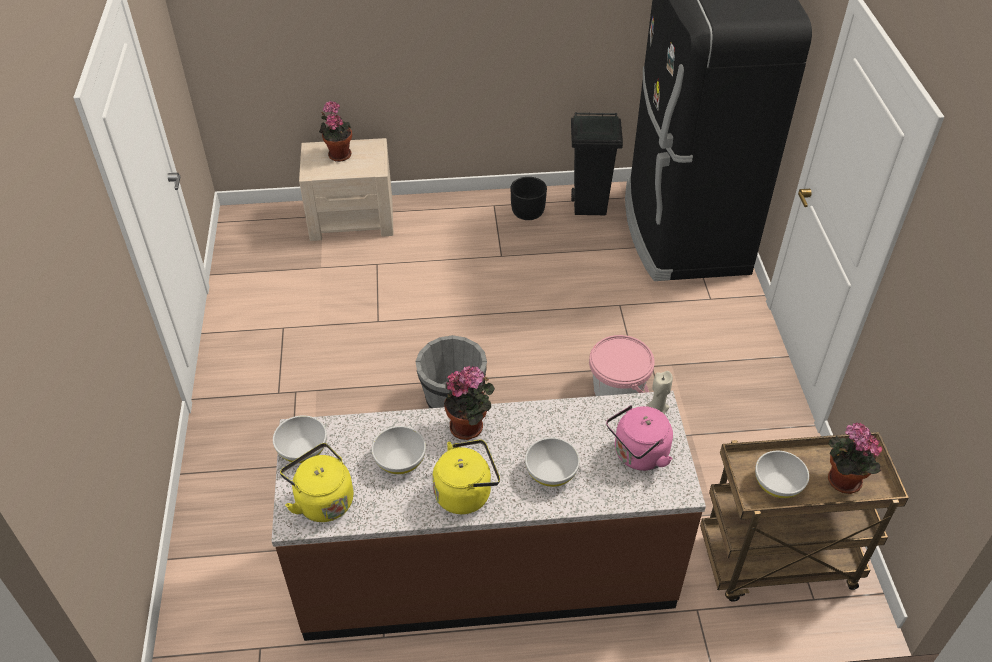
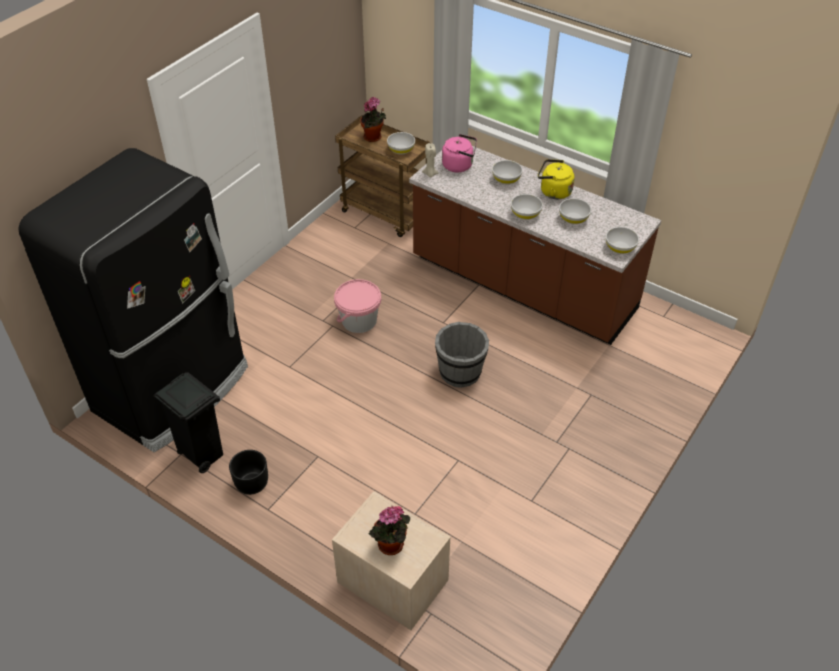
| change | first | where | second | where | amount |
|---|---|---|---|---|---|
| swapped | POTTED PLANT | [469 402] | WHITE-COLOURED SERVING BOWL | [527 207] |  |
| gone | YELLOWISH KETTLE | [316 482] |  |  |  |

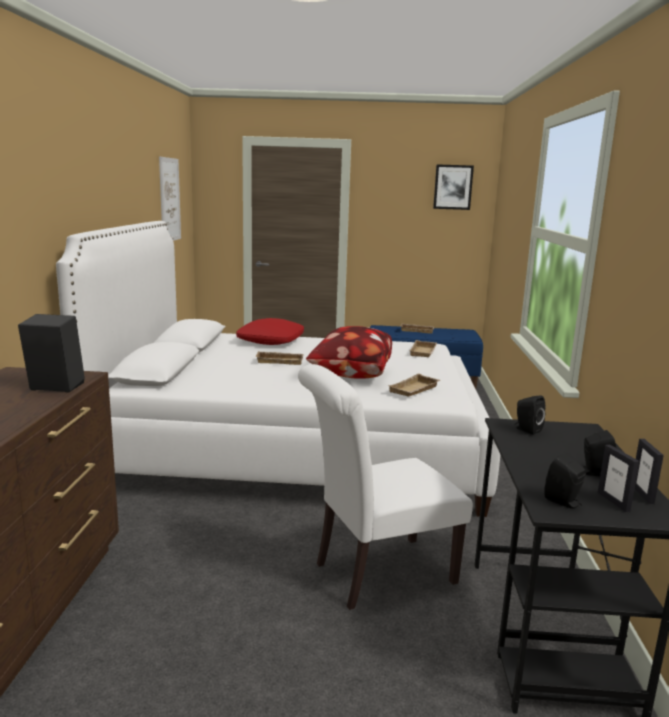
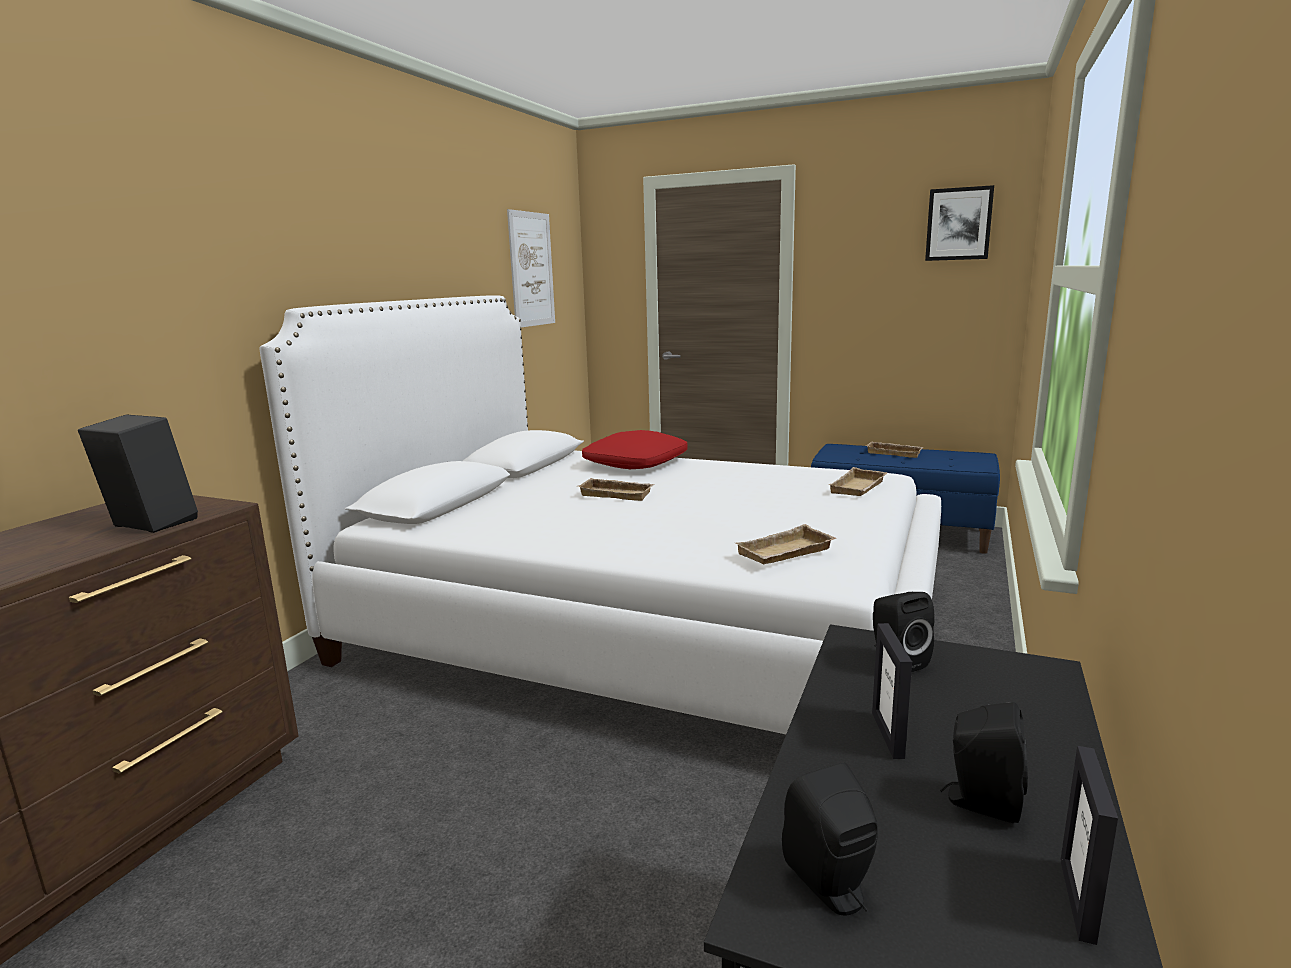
| change | first | where | second | where | amount |
|---|---|---|---|---|---|
| gone | PILLOW | [349 352] |  |  |  |
| gone | WHITE-COLOURED UPRIGHT CHAIR | [385 487] |  |  |  |
| shifted | PICTURE FRAME | [618 478] |  | [892 691] |  |

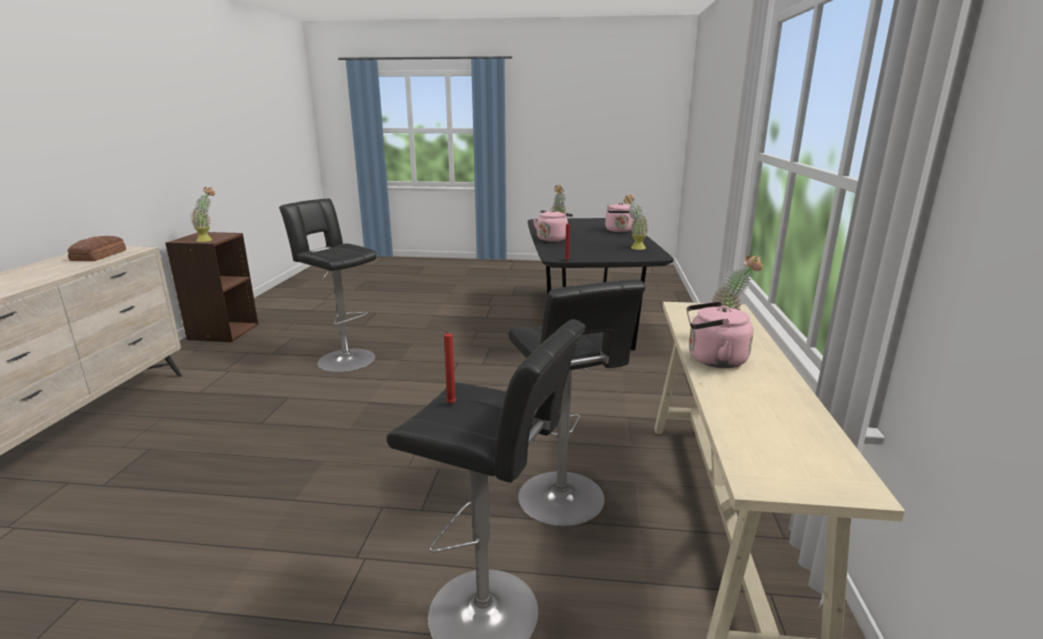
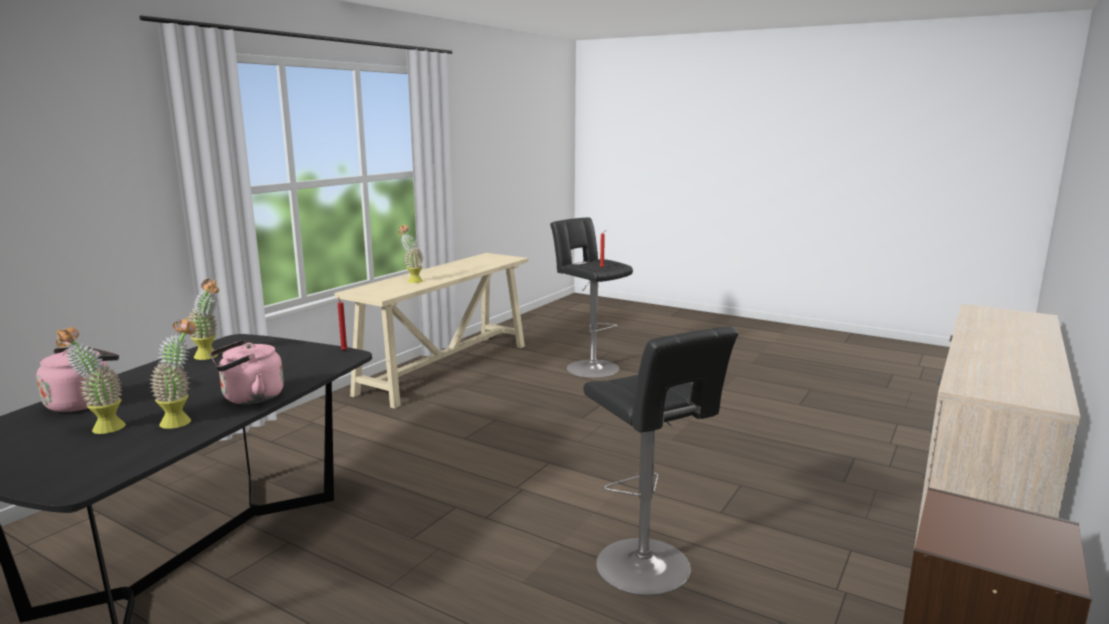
| change | first | where | second | where | amount |
|---|---|---|---|---|---|
| shifted | POTTED PLANT | [203 214] |  | [91 380] |  |
| gone | BREAD | [97 248] |  |  |  |
| gone | BLACK SITTING STOOL | [577 403] |  |  |  |
| gone | PINK KETTLE | [720 334] |  |  |  |

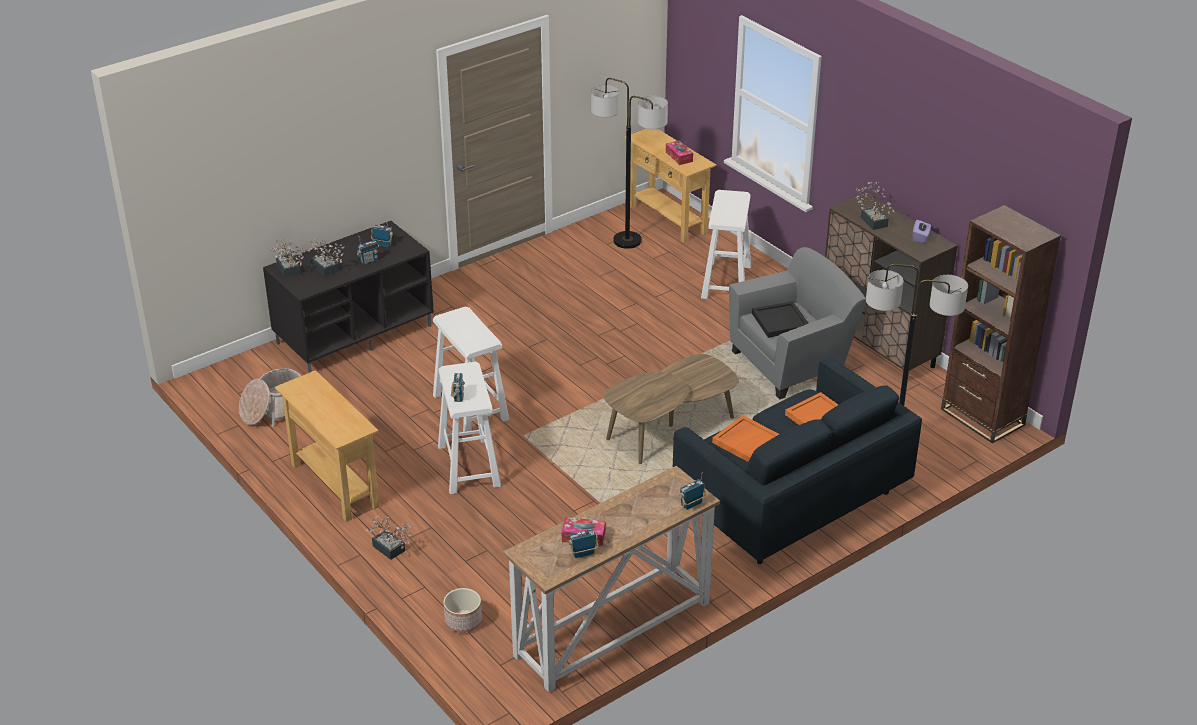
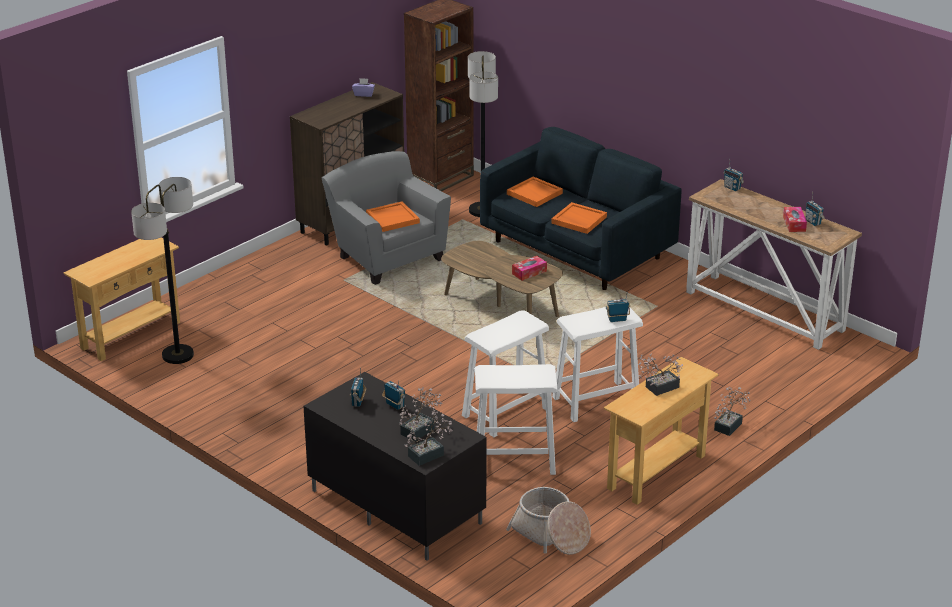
| change | first | where | second | where | amount |
|---|---|---|---|---|---|
| shifted | TISSUE HOLDER | [679 153] |  | [529 268] |  |
| shifted | POTTED PLANT | [875 205] |  | [660 375] |  |
| shifted | WHITE-COLOURED SITTING STOOL | [726 244] |  | [516 419] |  |
| repainted | BLACK CARRYING TRAY | [780 319] | ORANGE-COLOURED CARRYING TRAY | [393 216] |  |
| gone | FLOWER POT | [462 610] |  |  |  |

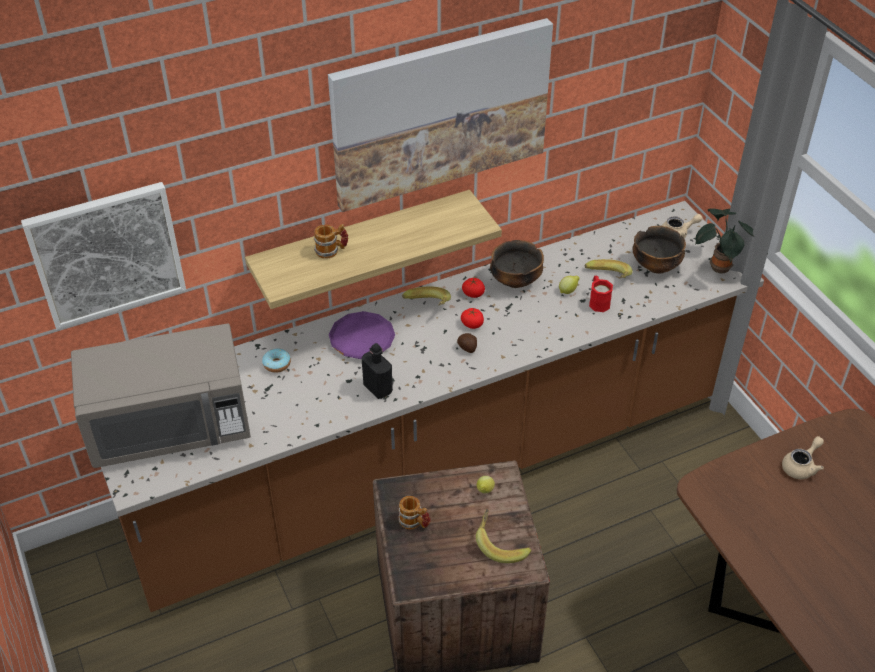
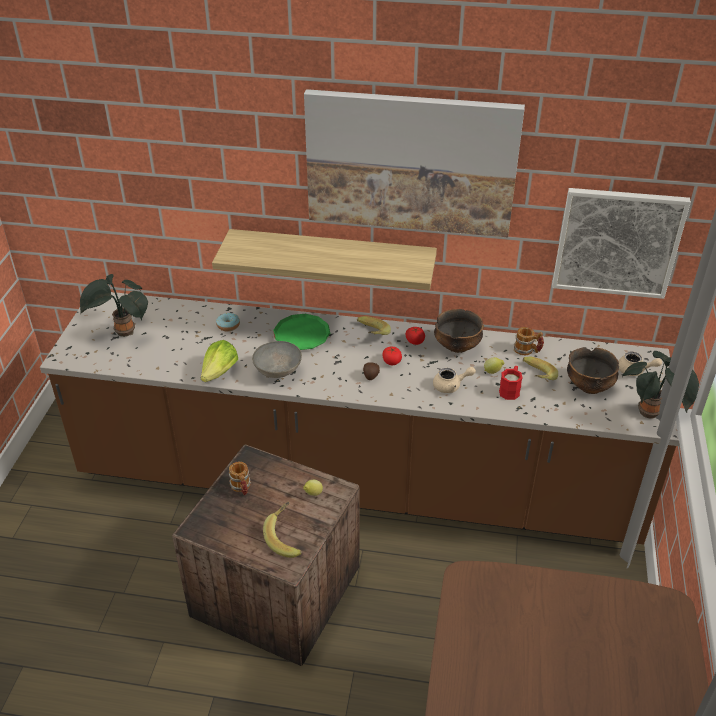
| change | first | where | second | where | amount |
|---|---|---|---|---|---|
| shifted | PICTURE | [103 255] |  | [621 243] |  |
| shifted | COFFEE MUG | [331 241] |  | [529 341] |  |
| repainted | PURPLE-COLOURED DINNER PLATE | [362 335] | GREEN-COLOURED DINNER PLATE | [301 332] |  |
| swapped | GREY KITCHEN MICROWAVE | [161 395] | POTTED PLANT | [114 305] |  |
| swapped | BLACK BOTTLE | [377 371] | GREY SERVING BOWL | [277 359] |  |
| shifted | BEIGE-COLOURED POT FOR TEA | [803 457] |  | [454 380] |  |
| new |  |  | HEAD OF LETTUCE | [219 361] |  |

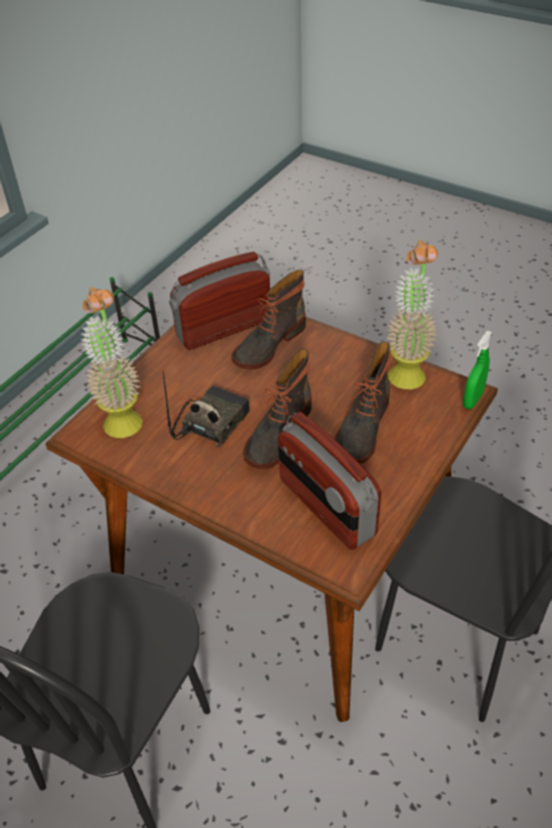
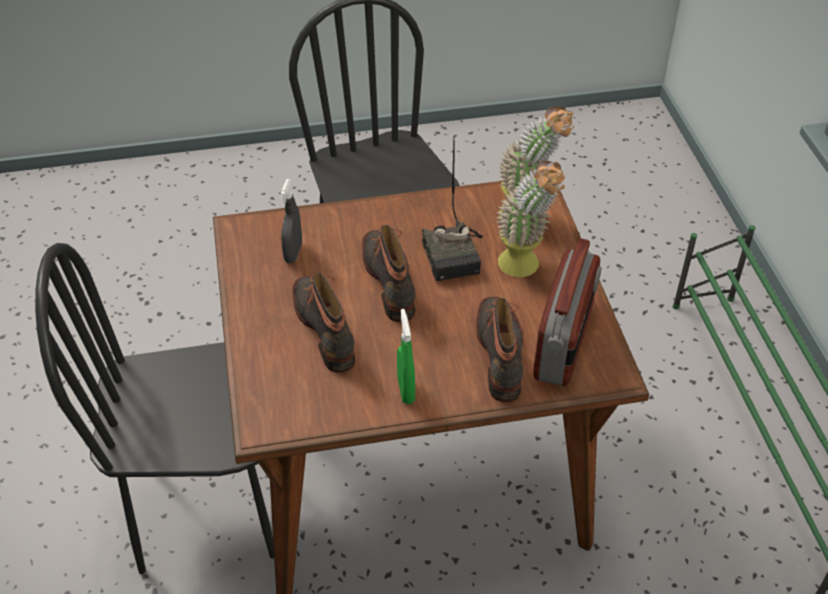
| change | first | where | second | where | amount |
|---|---|---|---|---|---|
| shifted | POTTED PLANT | [412 314] |  | [531 218] |  |
| shifted | GREEN-COLOURED HAND SPRAYER | [477 370] |  | [406 356] |  |
| swapped | RADIO RECEIVER | [329 481] | GREY HAND SPRAYER | [291 221] |  |

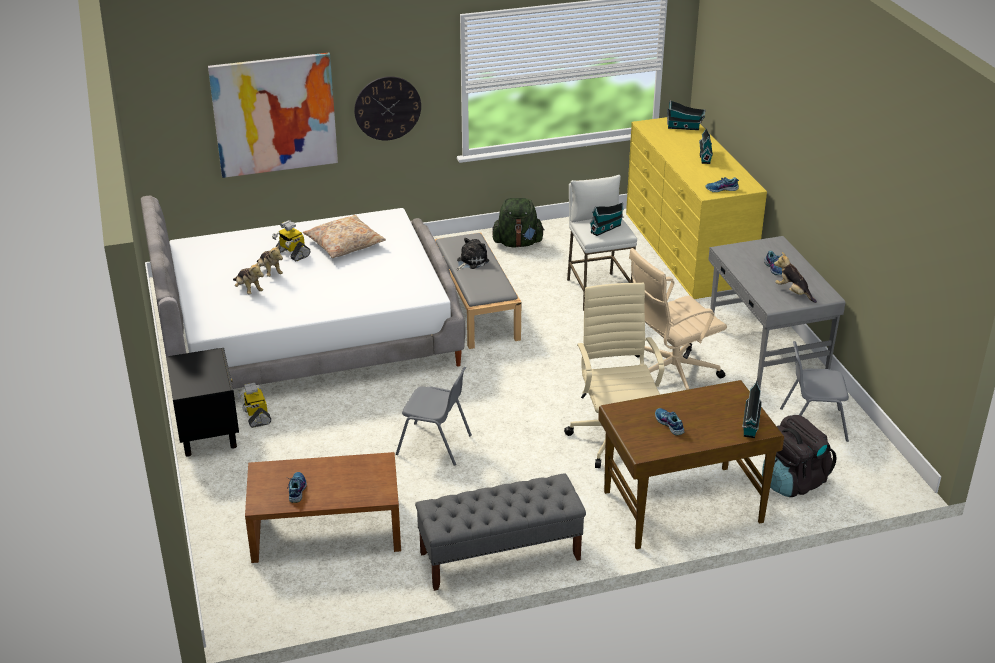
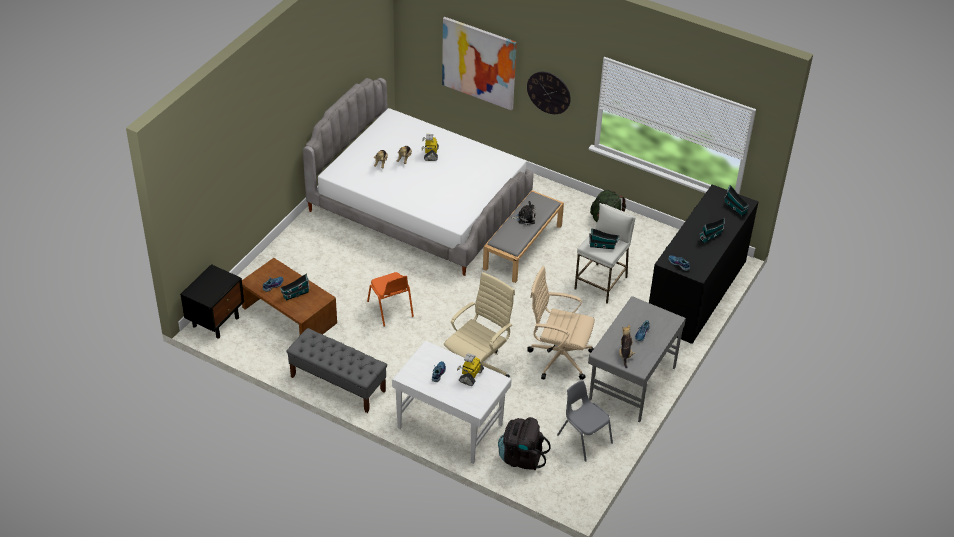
| change | first | where | second | where | amount |
|---|---|---|---|---|---|
| repainted | YELLOWISH CHEST OF DRAWERS | [696 208] | BLACK CHEST OF DRAWERS | [703 264] |  |
| gone | BEIGE-COLOURED PILLOW | [344 236] |  |  |  |
| shifted | BLACK NIGHT TABLE | [202 402] |  | [212 301] |  |
| repainted | GREY UPRIGHT CHAIR | [434 416] | ORANGE-COLOURED UPRIGHT CHAIR | [390 299] |  |
| repainted | BROWN DESK UNIT | [691 464] | WHITE-COLOURED DESK UNIT | [452 402] |  |
| shifted | TOY HOUSE | [752 409] |  | [295 287] |  |
| shifted | ROBOT FIGURE | [254 405] |  | [470 369] |  |

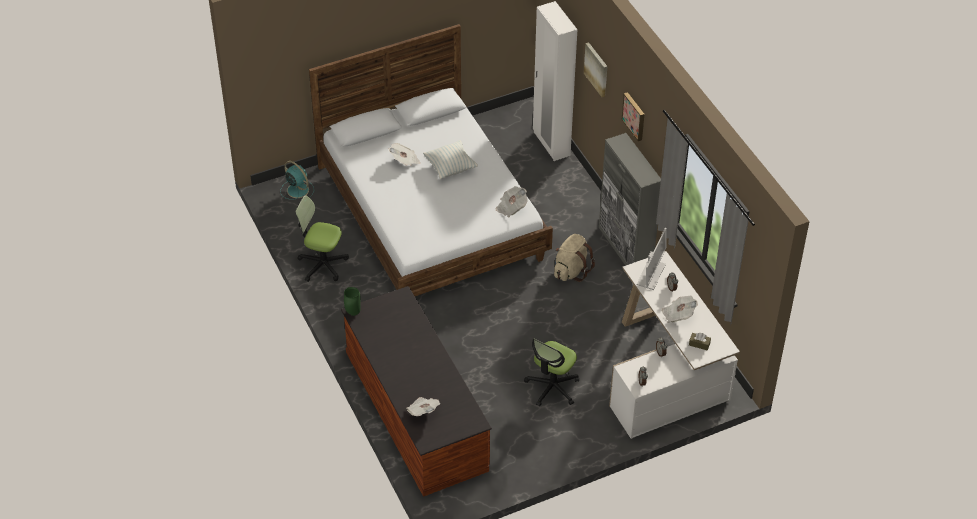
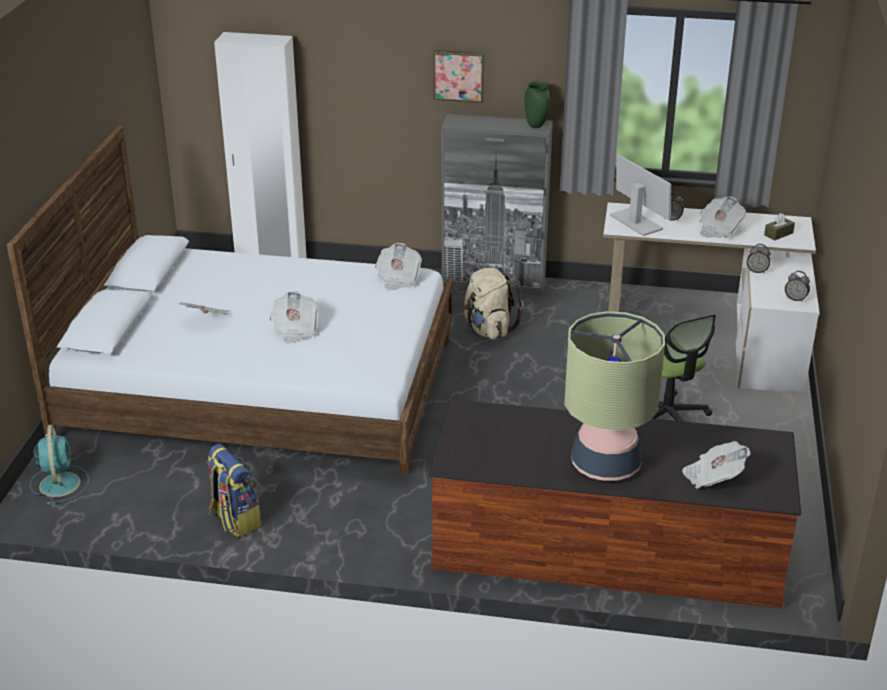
| change | first | where | second | where | amount |
|---|---|---|---|---|---|
| gone | PICTURE | [595 69] |  |  |  |
| gone | PILLOW | [450 159] |  |  |  |
| rotated | TURQUOISE-COLOURED COOLING FAN | [297 180] |  | [59 465] | 90 degrees clockwise |
| swapped | OFFICE CHAIR | [322 238] | RUCKSACK | [233 490] |  |
| shifted | GREEN-COLOURED DECORATIVE VASE | [352 301] |  | [537 105] |  |
| new |  |  | PRINTED PAPER | [294 317] |  |
| new |  |  | TABLETOP LAMP | [614 396] |  |

